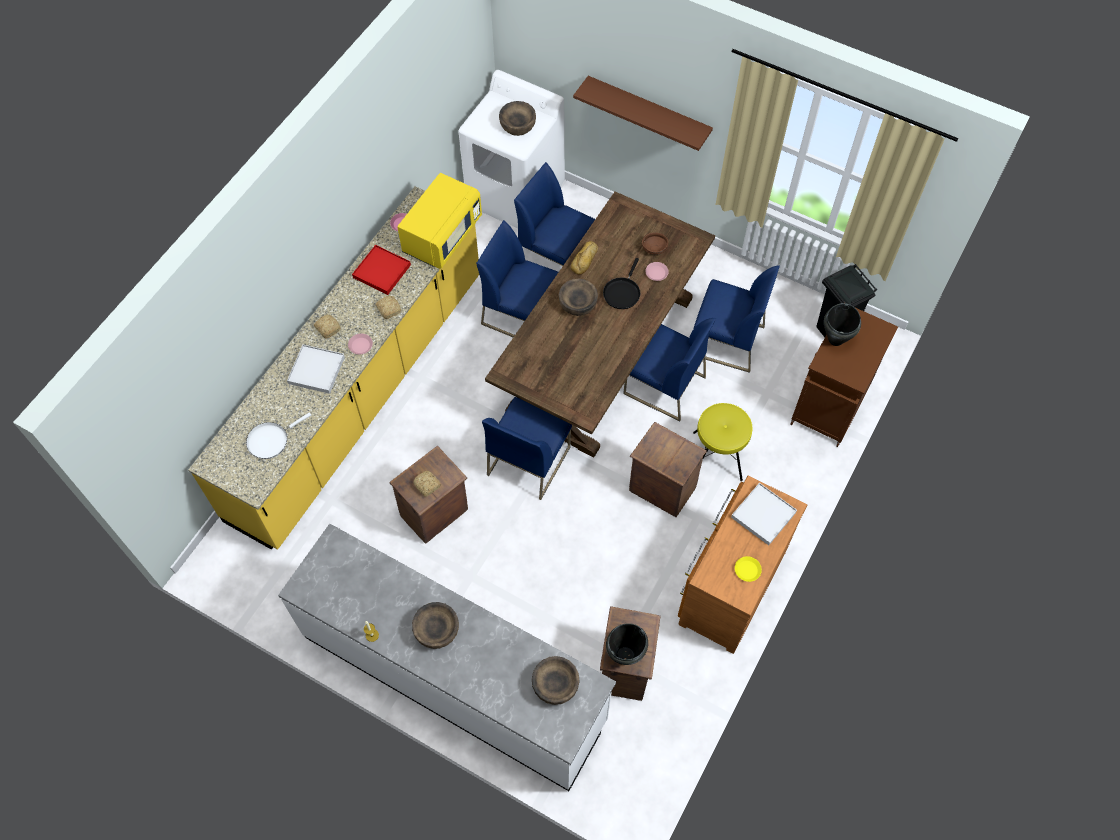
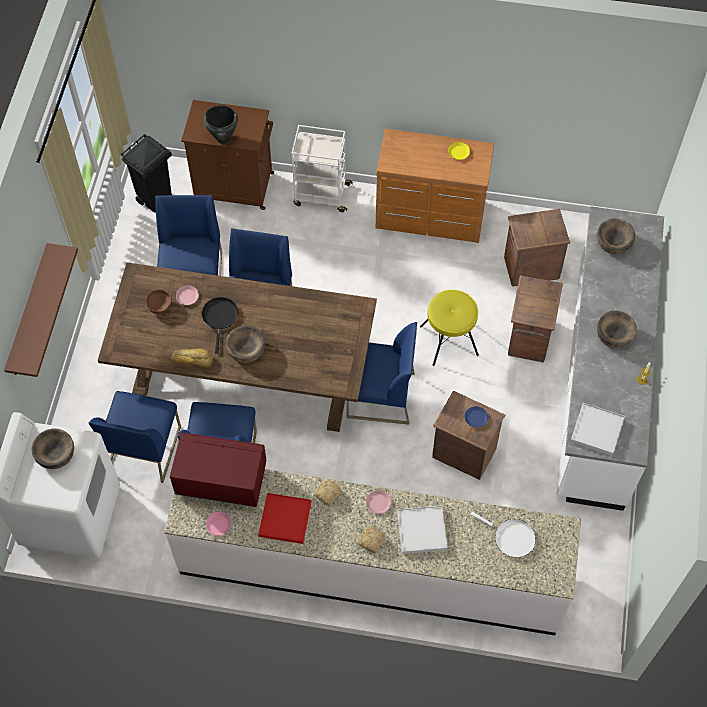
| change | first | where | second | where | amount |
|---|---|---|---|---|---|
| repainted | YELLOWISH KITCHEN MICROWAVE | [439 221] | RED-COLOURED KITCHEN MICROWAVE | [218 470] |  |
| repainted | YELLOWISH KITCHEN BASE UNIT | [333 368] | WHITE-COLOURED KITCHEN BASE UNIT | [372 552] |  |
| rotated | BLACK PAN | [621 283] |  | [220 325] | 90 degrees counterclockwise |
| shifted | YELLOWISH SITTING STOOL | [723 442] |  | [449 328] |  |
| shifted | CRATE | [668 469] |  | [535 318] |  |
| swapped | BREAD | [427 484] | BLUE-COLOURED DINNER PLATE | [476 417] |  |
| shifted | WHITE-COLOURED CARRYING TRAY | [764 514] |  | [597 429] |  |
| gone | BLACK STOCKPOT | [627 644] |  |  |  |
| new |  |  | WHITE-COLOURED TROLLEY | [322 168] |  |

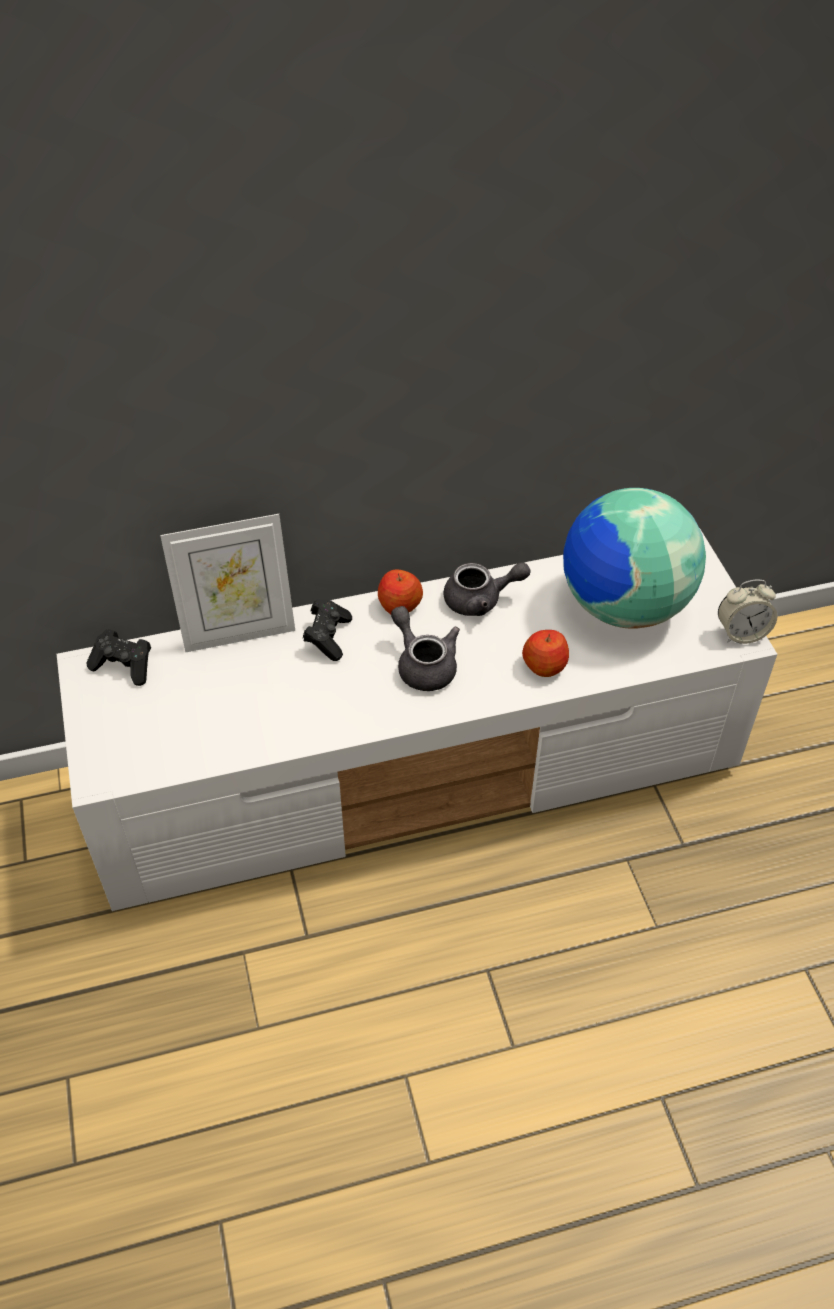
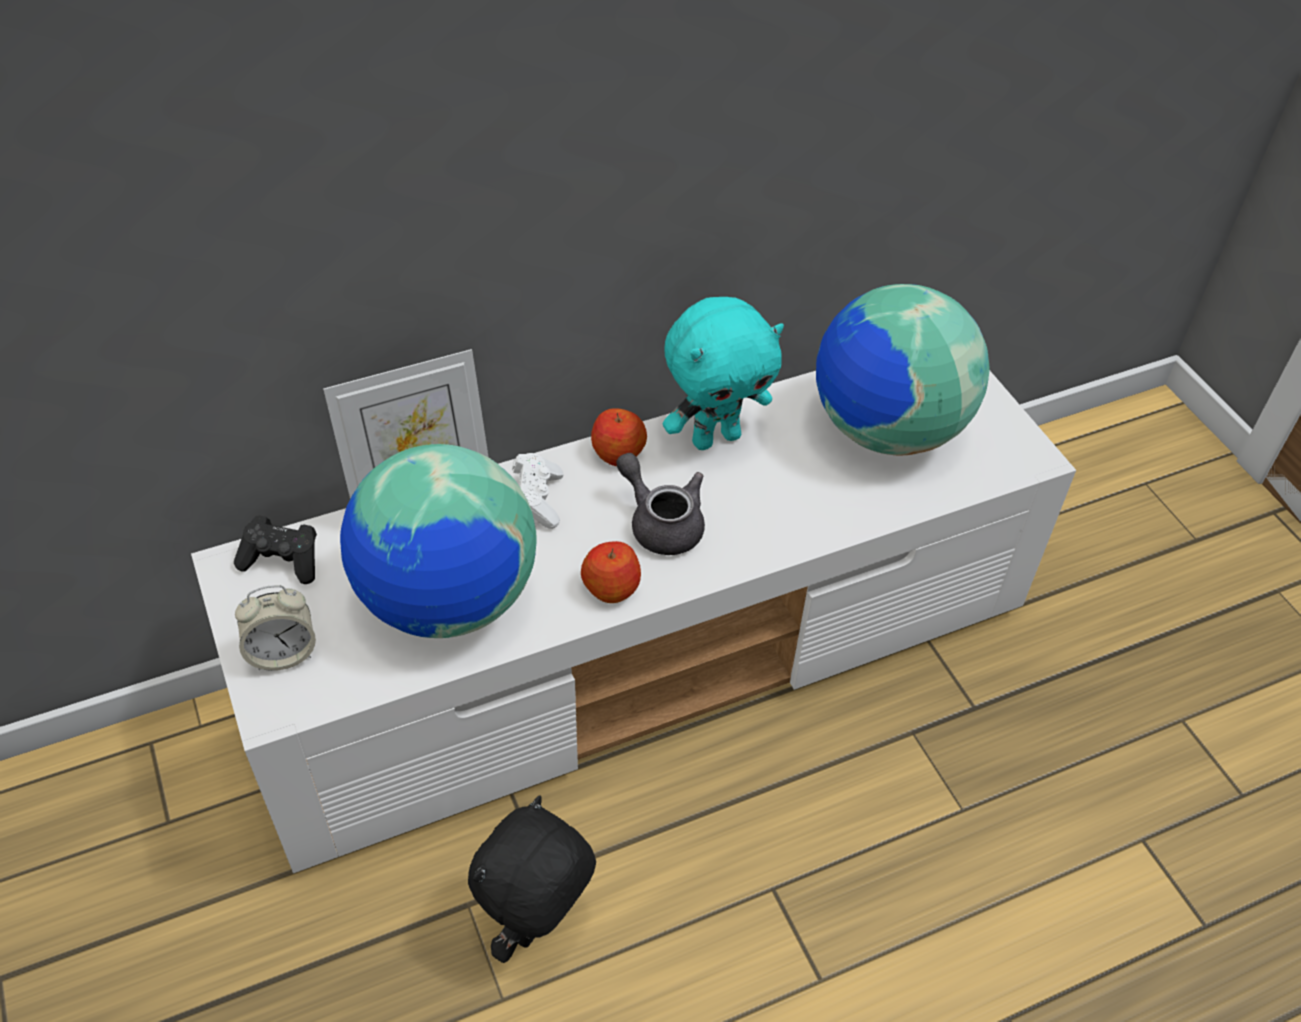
| change | first | where | second | where | amount |
|---|---|---|---|---|---|
| swapped | GREY POT FOR TEA | [487 589] | TURQUOISE-COLOURED PLUSH TOY | [723 373] |  |
| shifted | ALARM CLOCK | [748 611] |  | [275 628] |  |
| repainted | BLACK GAMEPAD | [327 630] | WHITE-COLOURED GAMEPAD | [538 491] |  |
| shifted | APPLE | [545 653] |  | [611 572] |  |
| new |  |  | GLOBE | [438 541] |  |
| new |  |  | BLACK PLUSH TOY | [532 879] |  |

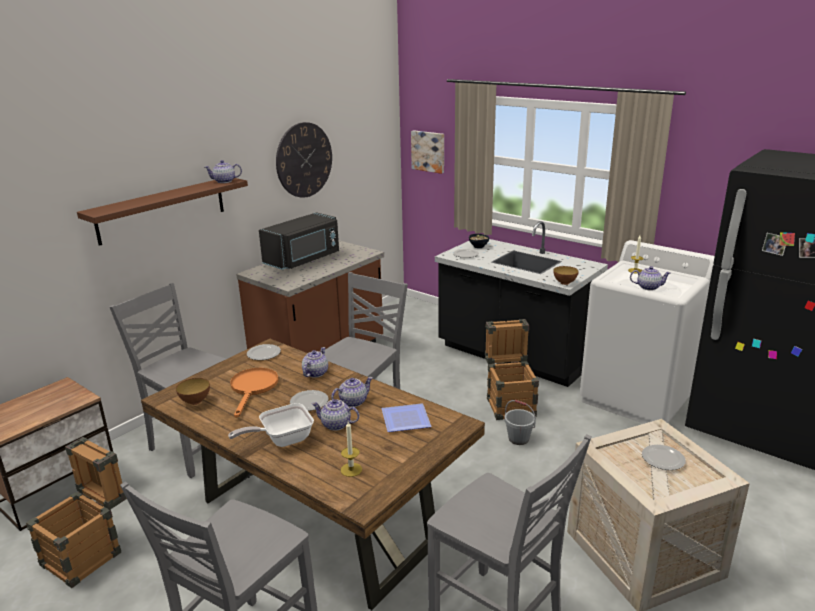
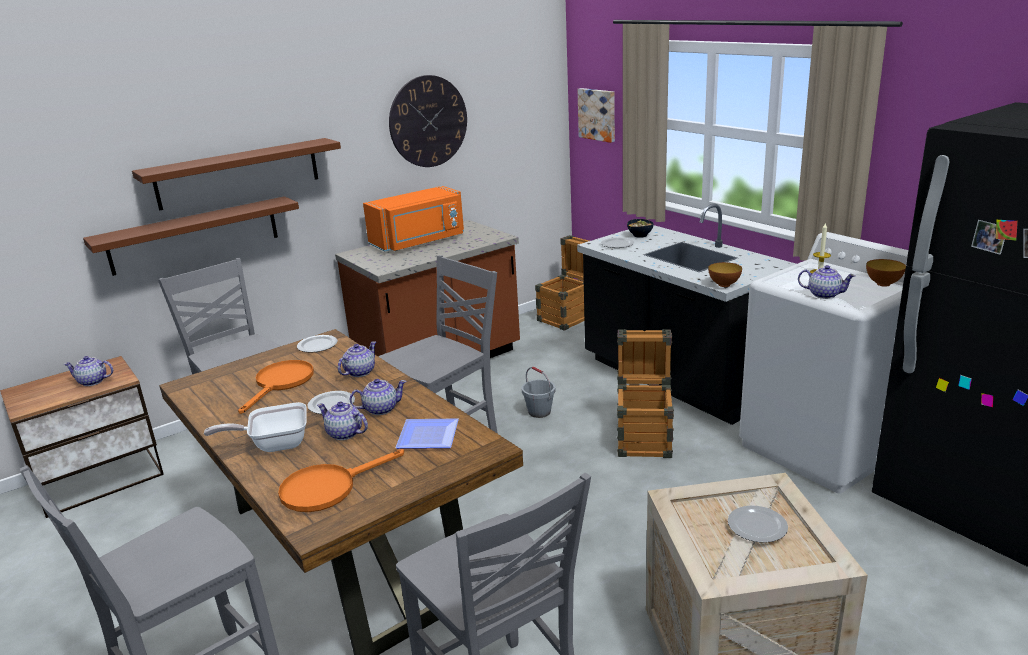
| change | first | where | second | where | amount |
|---|---|---|---|---|---|
| shifted | POT FOR TEA | [223 171] |  | [88 371] |  |
| repainted | BLACK KITCHEN MICROWAVE | [299 241] | ORANGE-COLOURED KITCHEN MICROWAVE | [413 218] |  |
| shifted | SERVING BOWL | [193 391] |  | [886 273] |  |
| shifted | GREY BUCKET | [520 422] |  | [538 392] |  |
| swapped | WAX LIGHT | [351 449] | ORANGE-COLOURED PAN | [341 480] |  |
| shifted | CRATE | [76 512] |  | [562 283] |  |
| new |  |  | BROWN WALL SHELF | [191 236] |  |

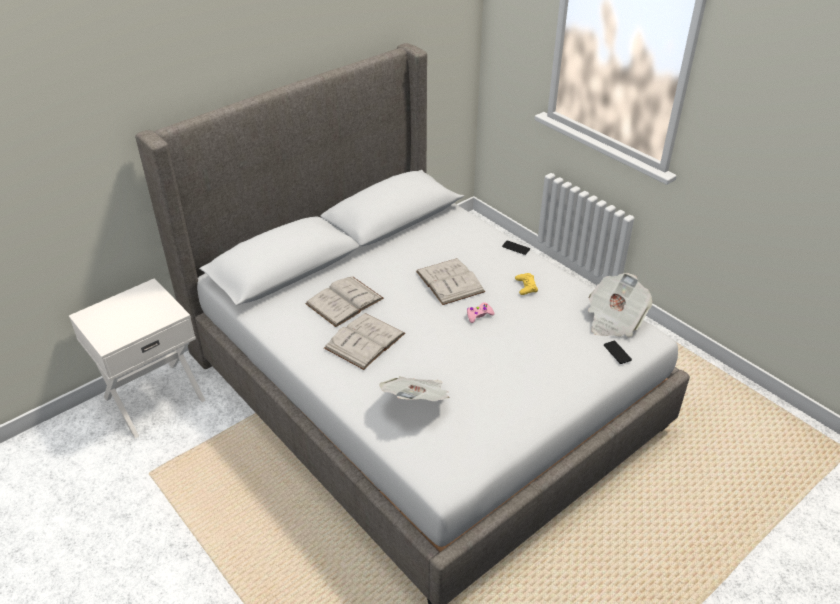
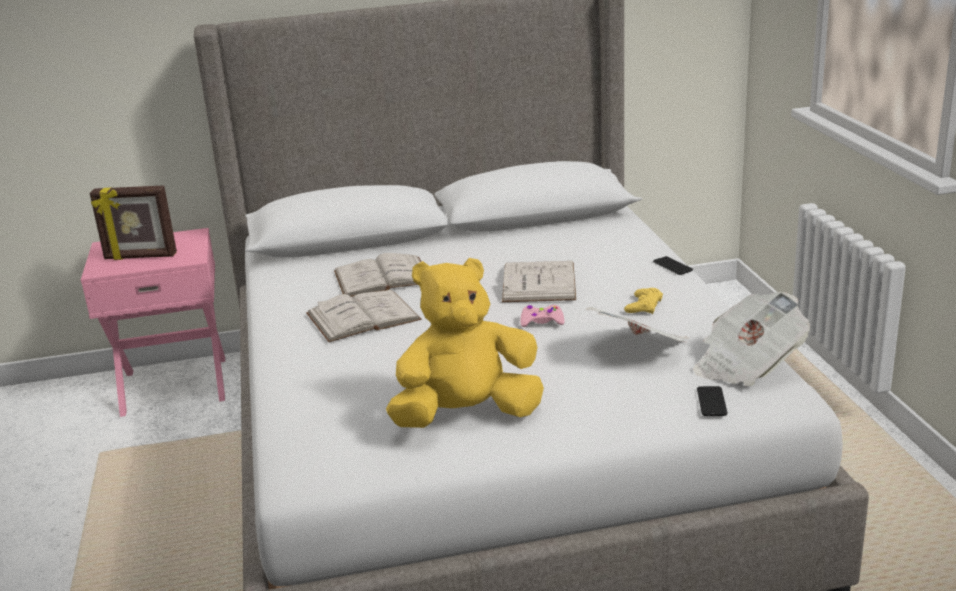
| change | first | where | second | where | amount |
|---|---|---|---|---|---|
| repainted | WHITE-COLOURED NIGHT TABLE | [137 358] | PINK NIGHT TABLE | [153 322] |  |
| shifted | PRINTED PAPER | [414 388] |  | [637 324] |  |
| new |  |  | PICTURE FRAME | [133 222] |  |
| new |  |  | YELLOWISH PLUSH TOY | [465 343] |  |

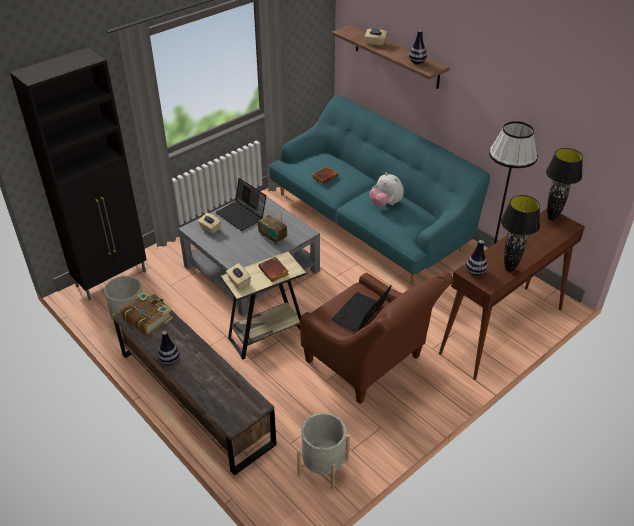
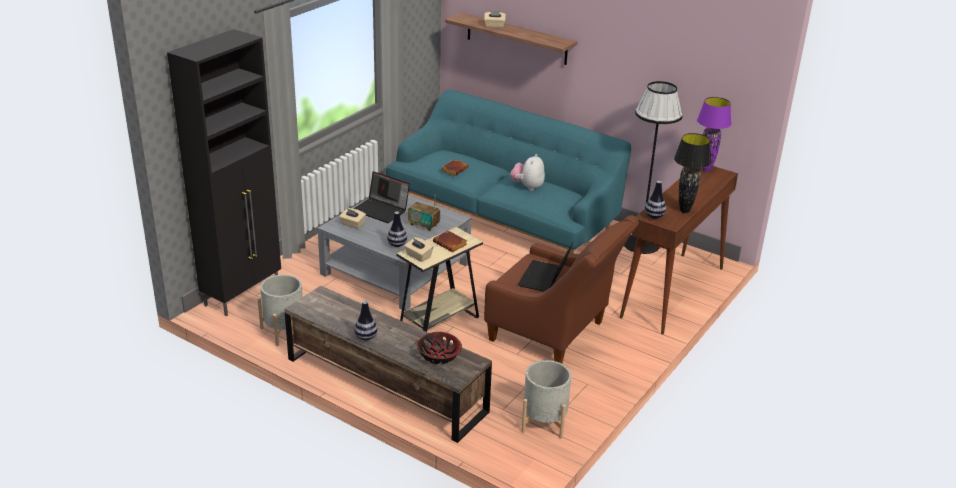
| change | first | where | second | where | amount |
|---|---|---|---|---|---|
| shifted | DECORATIVE VASE | [418 47] |  | [397 229] |  |
| repainted | BLACK TABLETOP LAMP | [564 184] | PURPLE-COLOURED TABLETOP LAMP | [714 134] |  |
| rotated | PLUSH TOY | [387 190] |  | [527 172] | 75 degrees clockwise |
| gone | BOUND BOOK | [146 313] |  |  |  |
| new |  |  | SERVING BOWL | [439 348] |  |

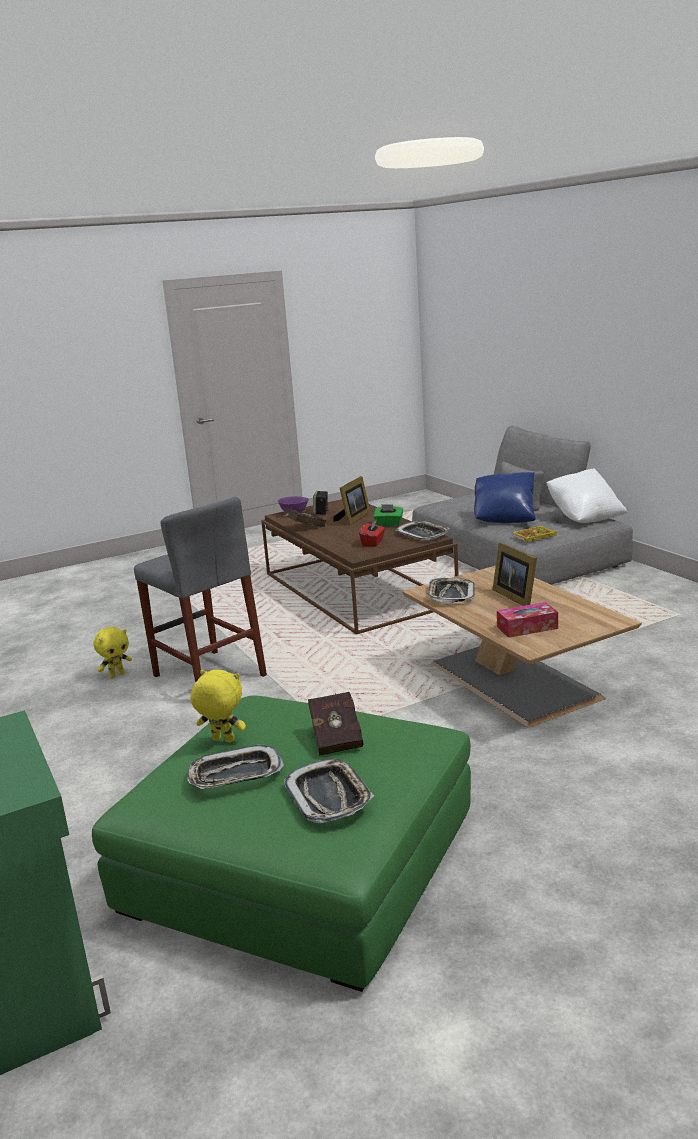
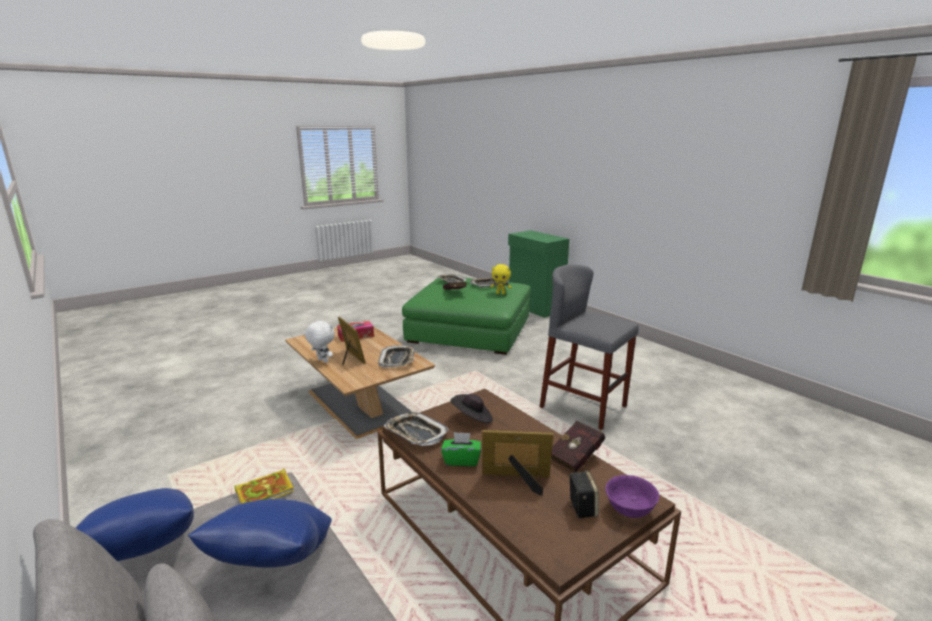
| change | first | where | second | where | amount |
|---|---|---|---|---|---|
| repainted | WHITE-COLOURED PILLOW | [586 495] | BLUE-COLOURED PILLOW | [135 524] |  |
| rotated | PICTURE FRAME | [351 501] |  | [517 463] | 75 degrees clockwise |
| swapped | RED-COLOURED TISSUE HOLDER | [372 533] | BLACK CLOTHING HAT | [471 408] |  |
| gone | YELLOWISH PLUSH TOY | [112 652] |  |  |  |
| new |  |  | WHITE-COLOURED PLUSH TOY | [320 341] |  |

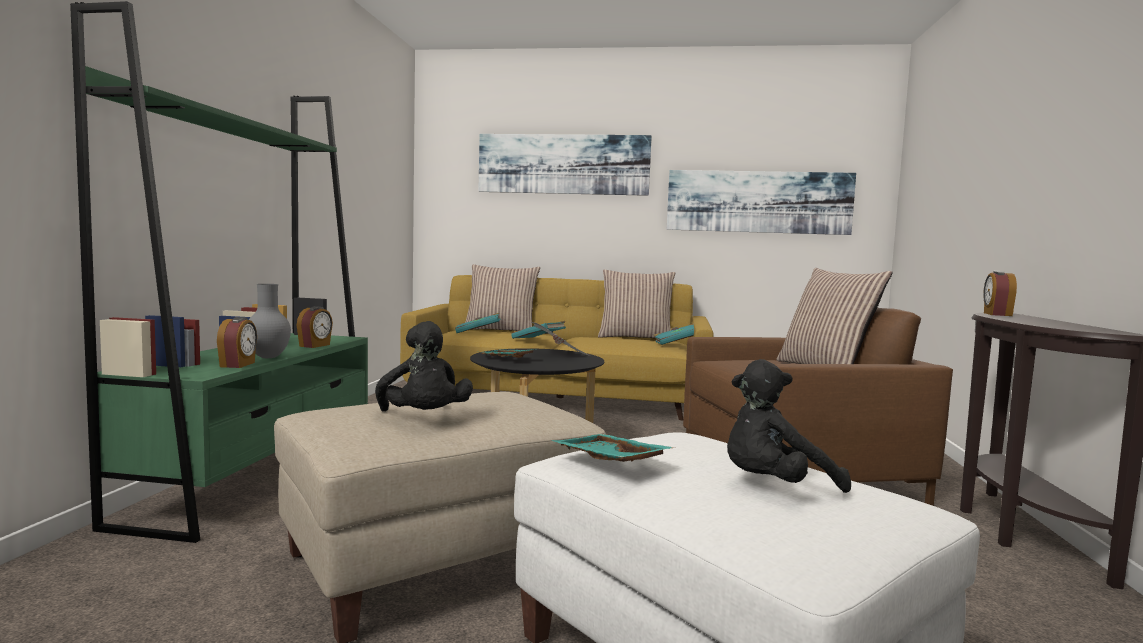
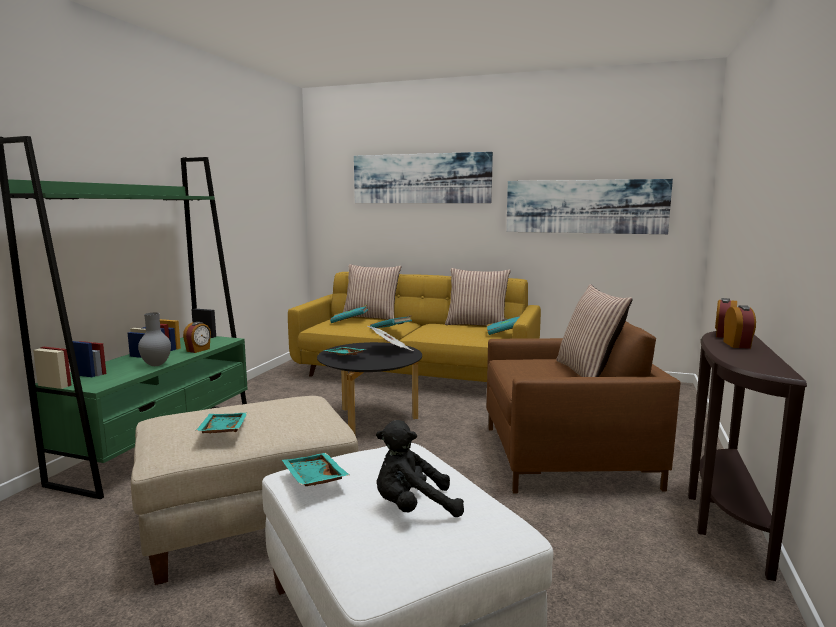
| change | first | where | second | where | amount |
|---|---|---|---|---|---|
| shifted | ALARM CLOCK | [237 342] |  | [740 327] |  |
| swapped | BLACK PLUSH TOY | [424 366] | TURQUOISE-COLOURED CARRYING TRAY | [221 423] |  |

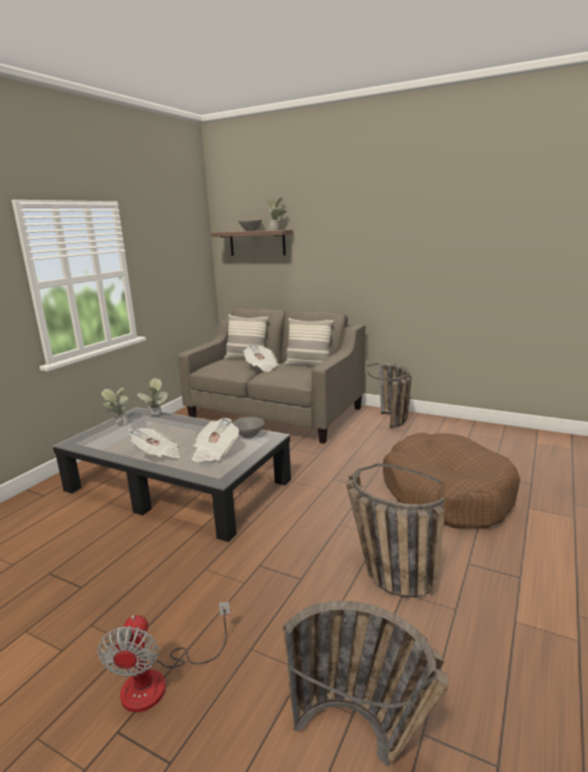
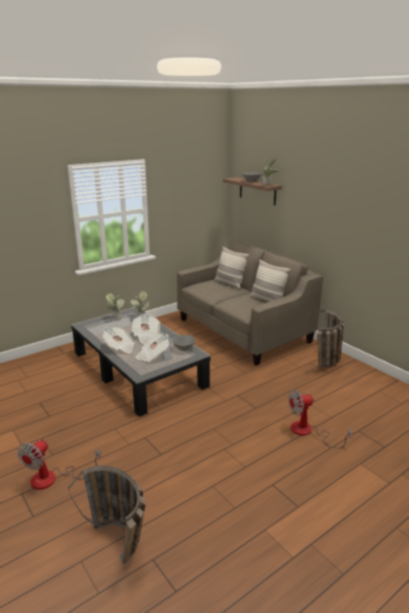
| change | first | where | second | where | amount |
|---|---|---|---|---|---|
| shifted | PRINTED PAPER | [261 358] |  | [145 329] |  |
| swapped | BROWN PET BED | [451 480] | COOLING FAN | [320 418] |  |
| gone | HOUSEHOLD BASKET | [395 530] |  |  |  |

